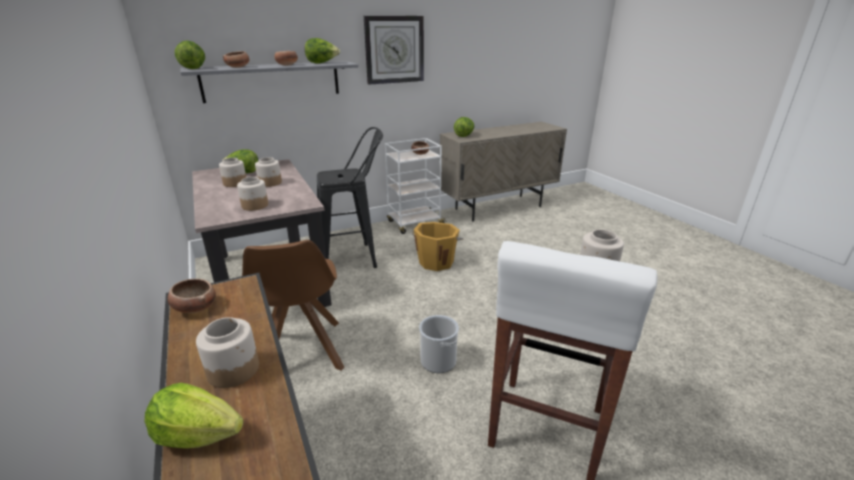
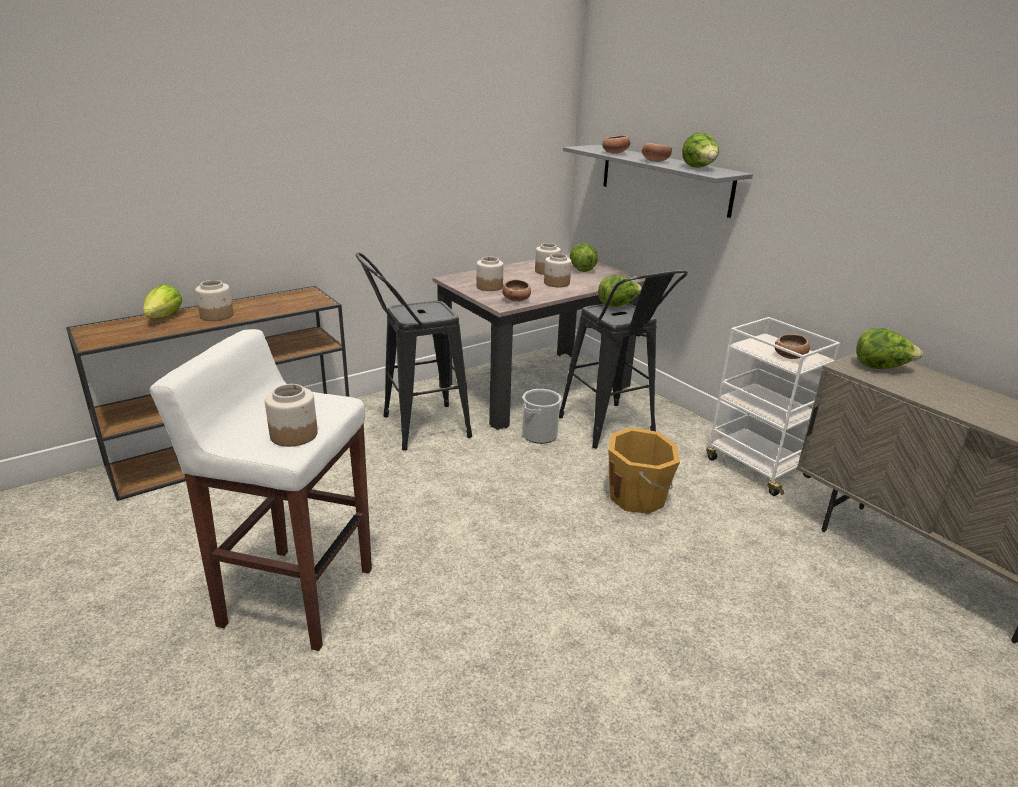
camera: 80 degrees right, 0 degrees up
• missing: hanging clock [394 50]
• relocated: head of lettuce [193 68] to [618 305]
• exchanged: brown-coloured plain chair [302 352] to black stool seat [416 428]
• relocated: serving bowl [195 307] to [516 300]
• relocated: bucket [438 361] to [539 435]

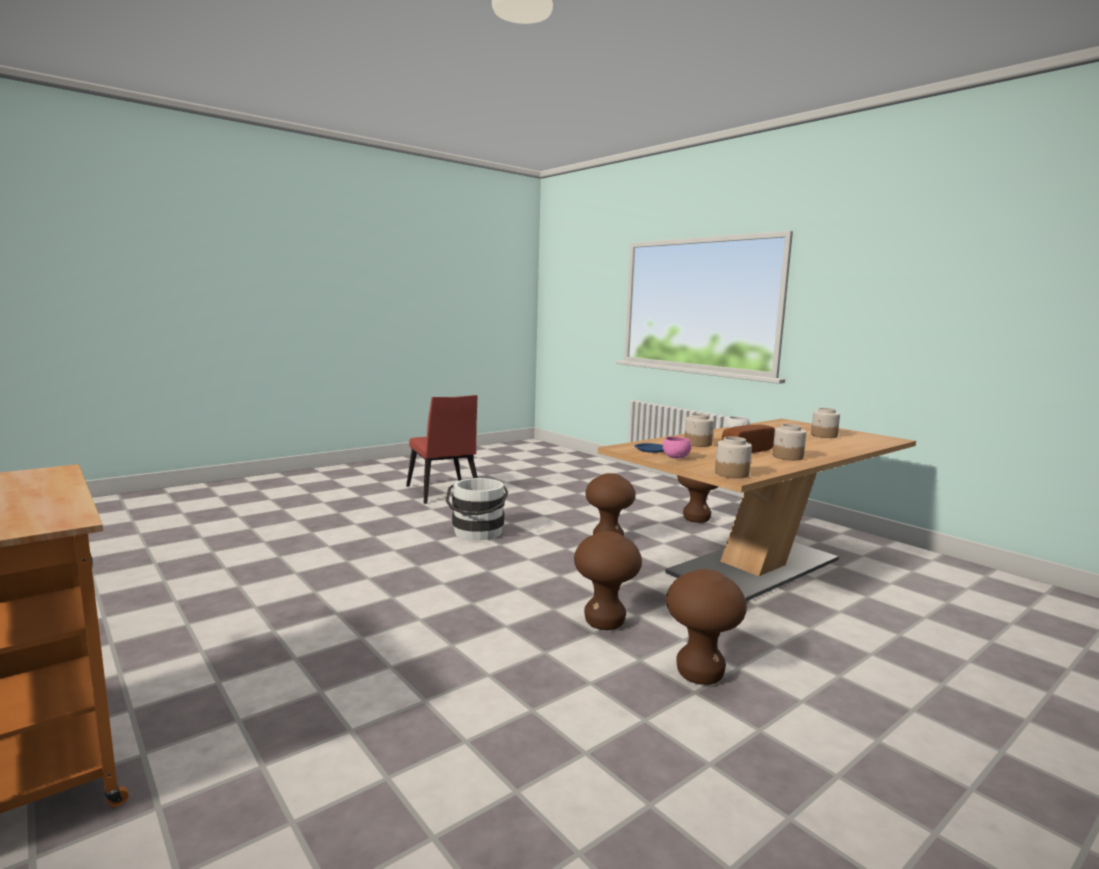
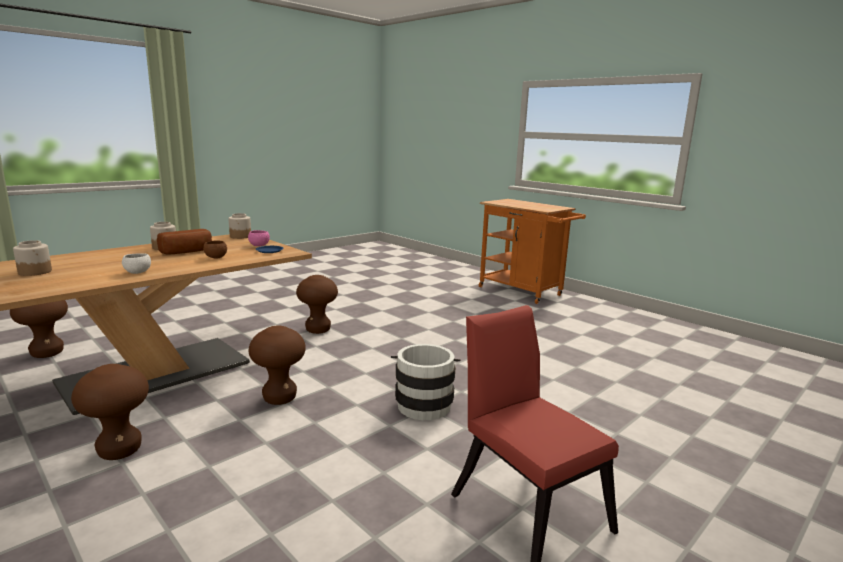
camera: 175 degrees right, 5 degrees up
• exchanged: storage jar [698 444] to brown-coloured serving bowl [216 257]
• relocated: brown-coloured stool seat [699 674] to [47 353]

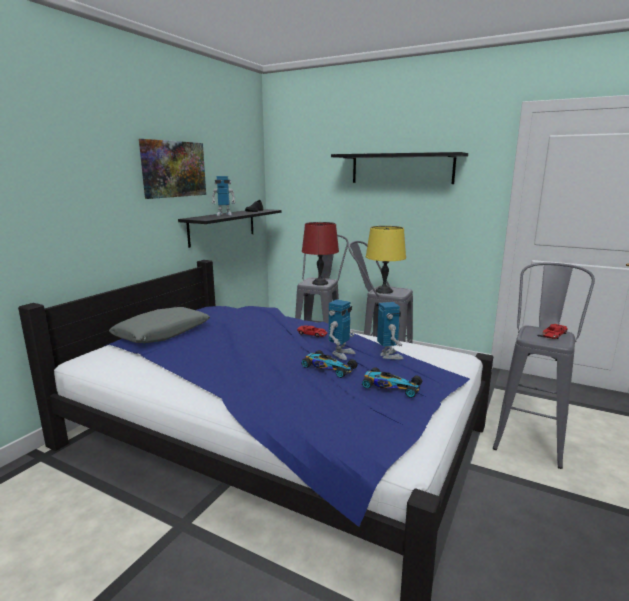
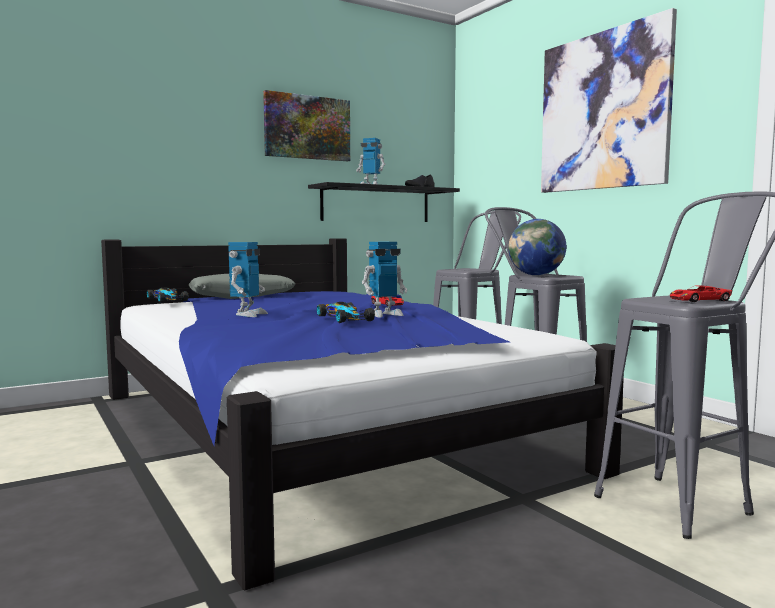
camera: 30 degrees right, 10 degrees down
• exchanged: black wall shelf [401 168] to wall picture [603 111]
• missing: red table lamp [319 283]
• exchanged: yellow-coloured table lamp [384 291] to globe [536 275]
• relocated: robot figure [389 356] to [248 314]
• relocated: toy car [390 386] to [167 299]

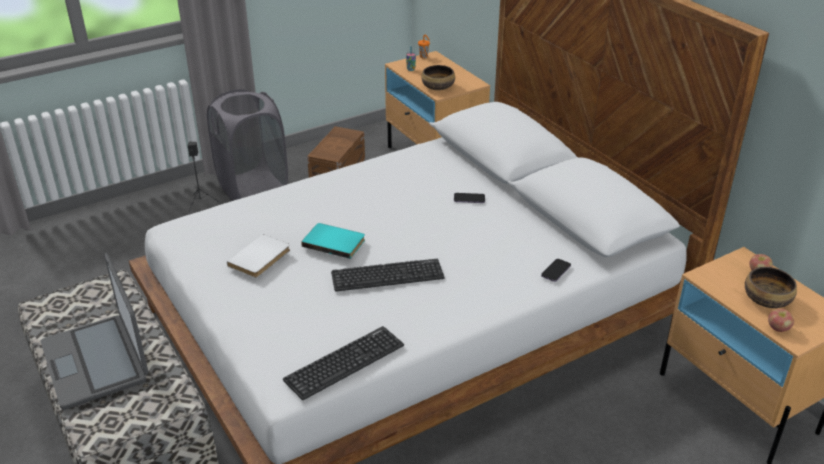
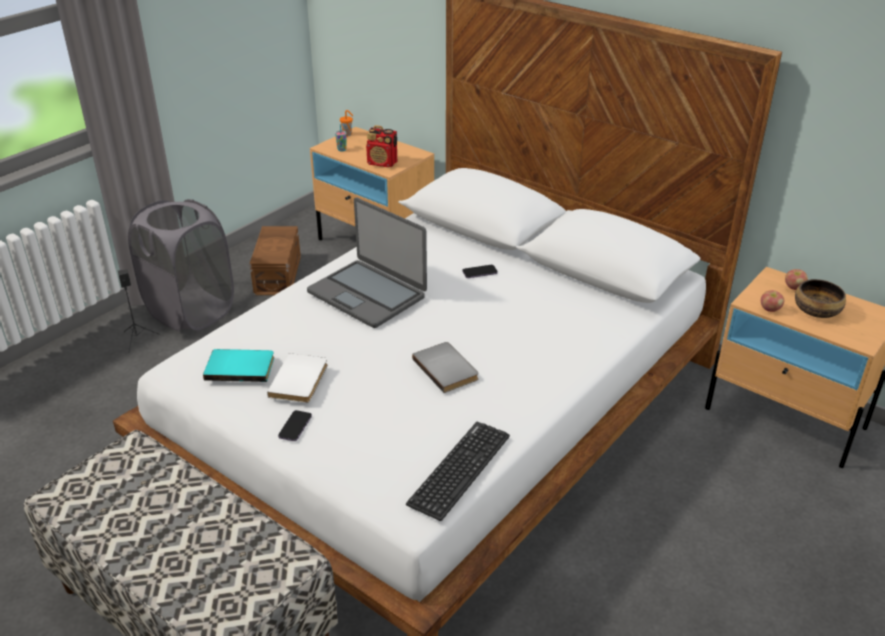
camera: 20 degrees left, 0 degrees up
• exchanged: serving bowl [438 87] to radio [382 163]
• relocated: turquoise volume [334 242] to [240 367]
• relocated: portable computer [96 361] to [367 294]
• exchanged: keyboard [387 276] to grey volume [447 368]
• relocated: telephone [556 271] to [295 427]
• relocated: apple fruit [778 328] to [770 309]

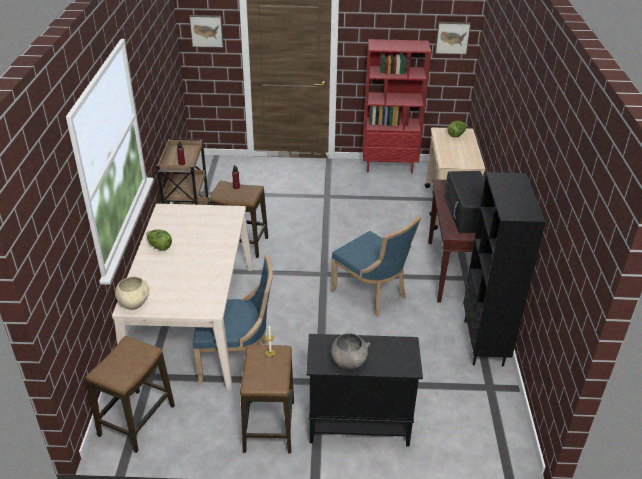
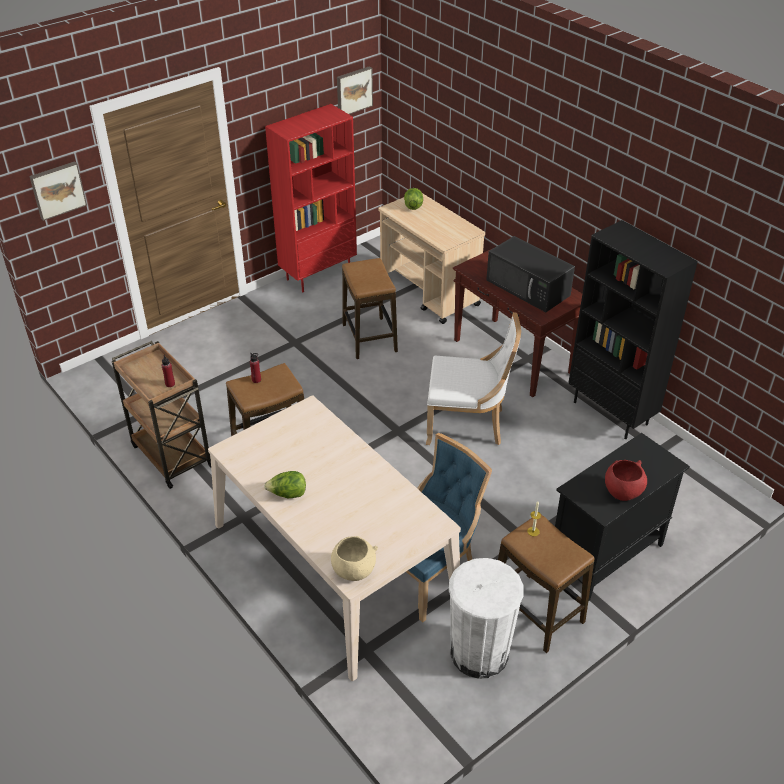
camera: 40 degrees left, 5 degrees up
• colour: blue-coloured plain chair [372 294] to white plain chair [468 424]
• colour: grey serving bowl [348 362] to red serving bowl [622 492]
• relocated: stool seat [137 420] to [369 338]
• appeared: white trash can [479 653]

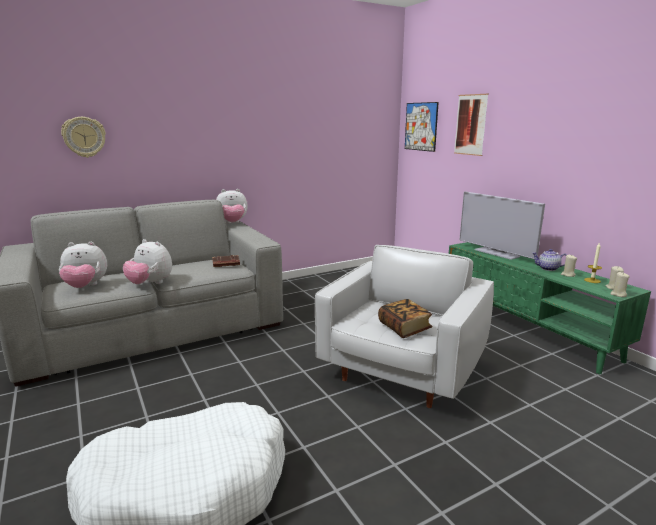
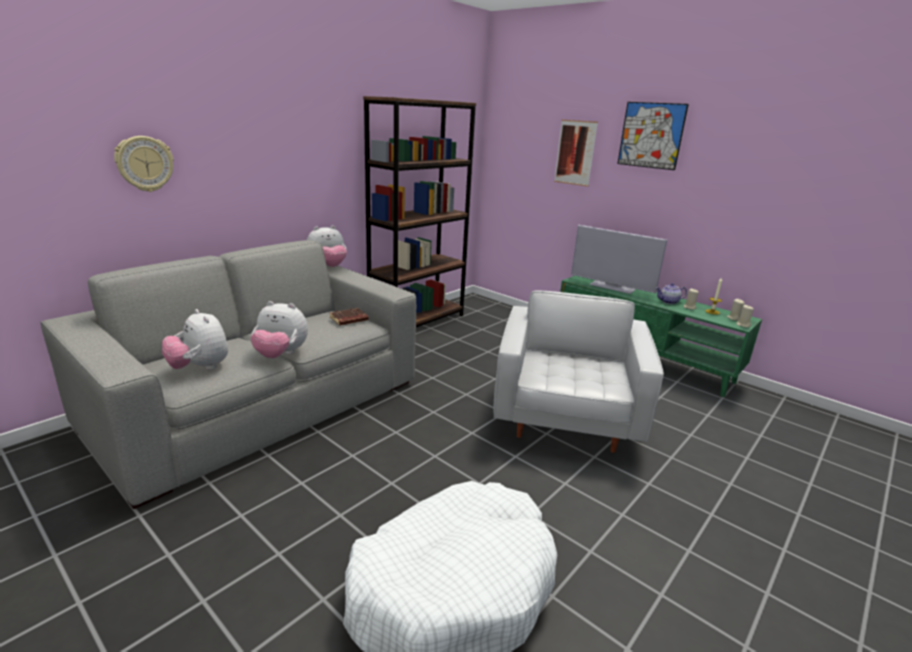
camera: 20 degrees left, 5 degrees up
• relocated: wall picture [421 126] to [651 135]
• spun: soft toy [85 287] = [200 368] 75 degrees clockwise
• missing: volume [404 328]
• appeared: brown-coloured bookcase [417 321]

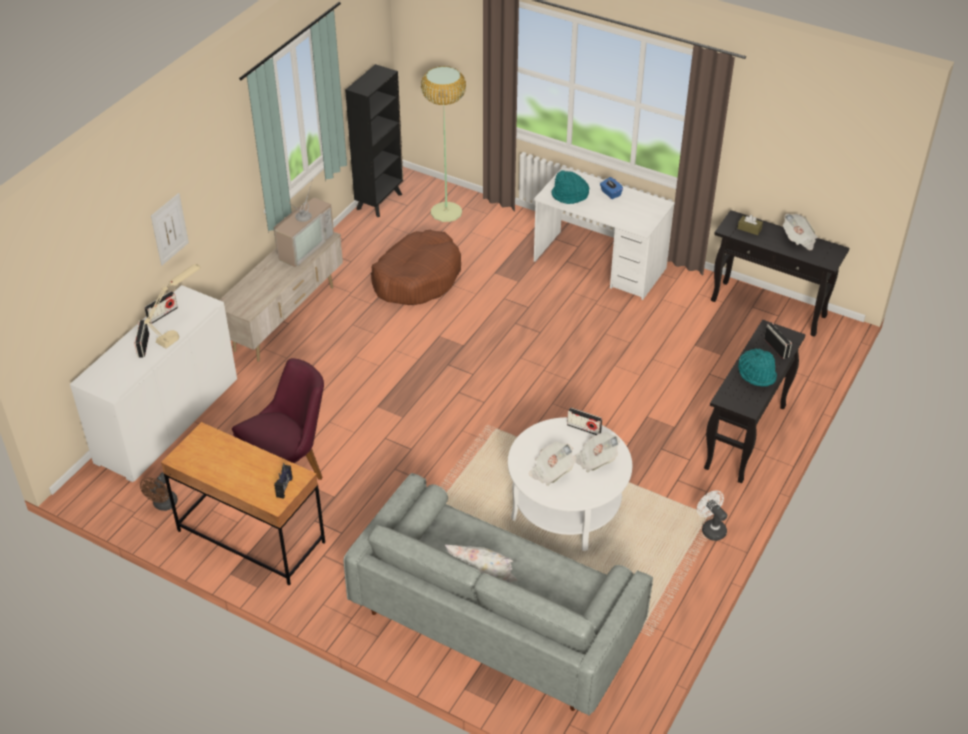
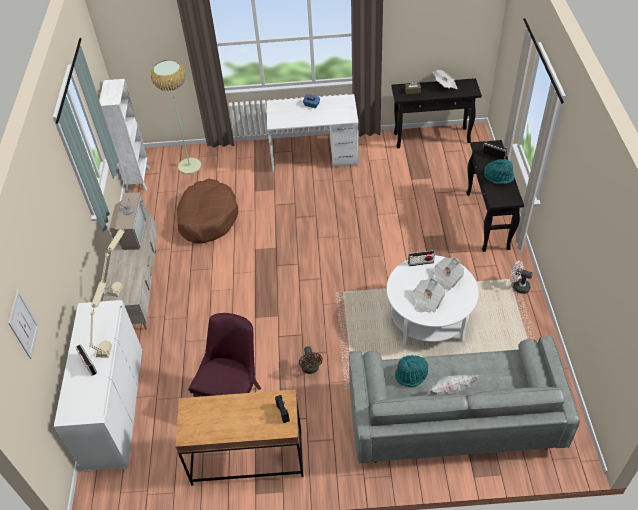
camera: 30 degrees left, 5 degrees up
• colour: black bookcase [380 201] to white bookcase [138 178]
• relocated: turquoise hat [569 196] to [411 374]
• relocated: wall picture [169 229] to [23 324]
• missing: radio [162 314]
• relocated: brown-coloured cooling fan [163 505] to [311 369]
• appeared: sand-coloured table lamp [121 281]

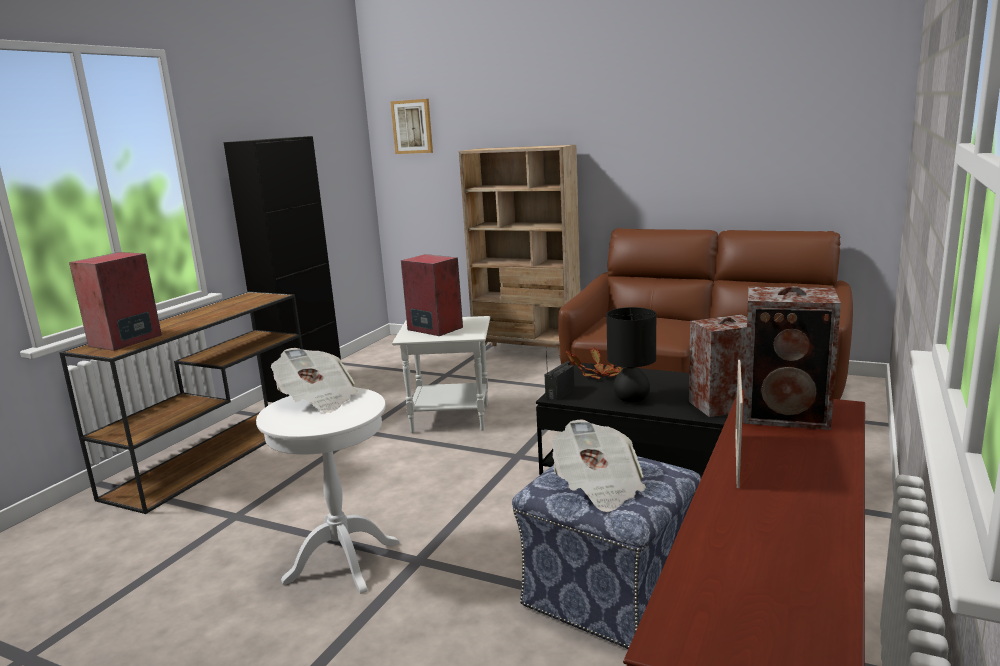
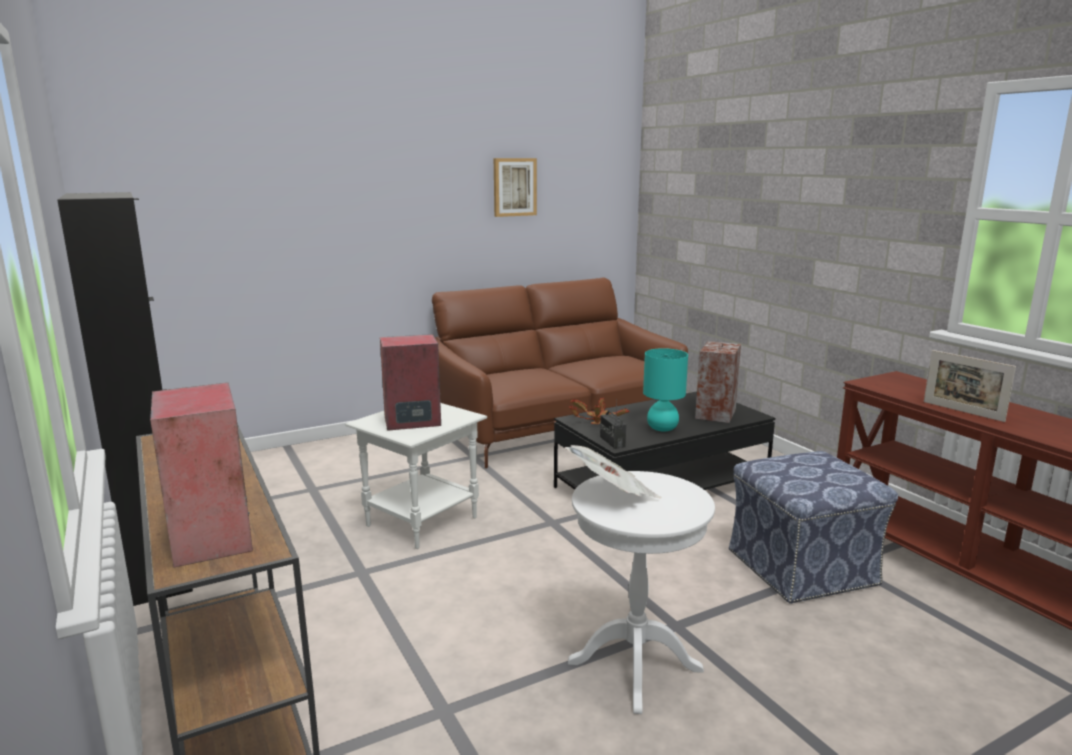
camera: 55 degrees left, 0 degrees up
• relocated: wall picture [412 126] to [514 187]
• missing: sand-coloured bookcase [527 354]
• missing: audio speaker [788 415]
• colour: black table lamp [632 399] to turquoise table lamp [663 428]
• missing: daily paper [598 487]

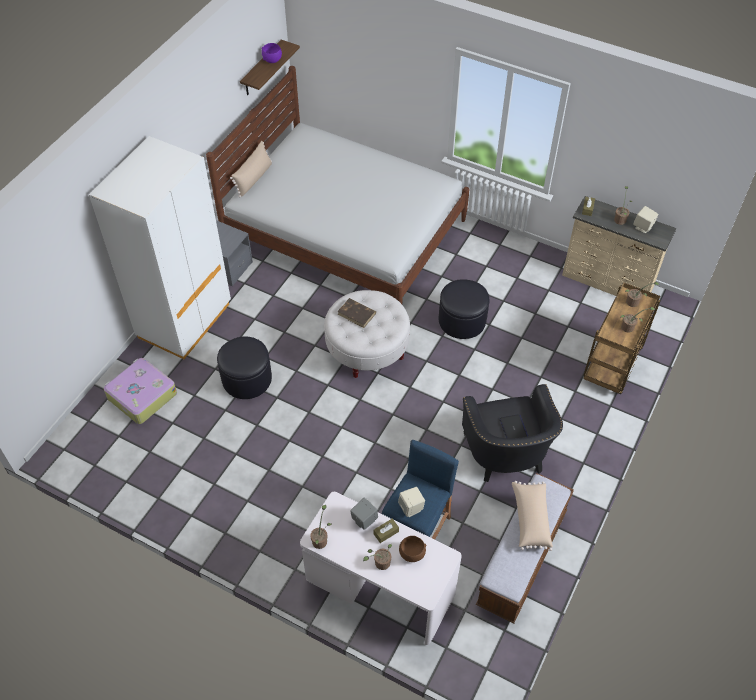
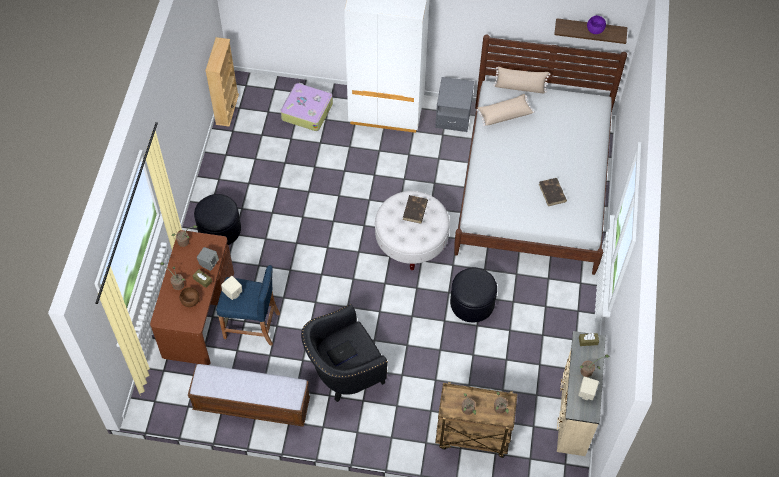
camera: 70 degrees right, 5 degrees up
• relocated: black pouffe [247 379] to [220 229]
• relocated: sand-coloured pillow [530 519] to [504 114]
• colour: white desk unit [379 587] to brown-coloured desk unit [198 314]
• appeared: sand-coloured bookcase [227 109]
• appeared: brown-coloured volume [552 193]

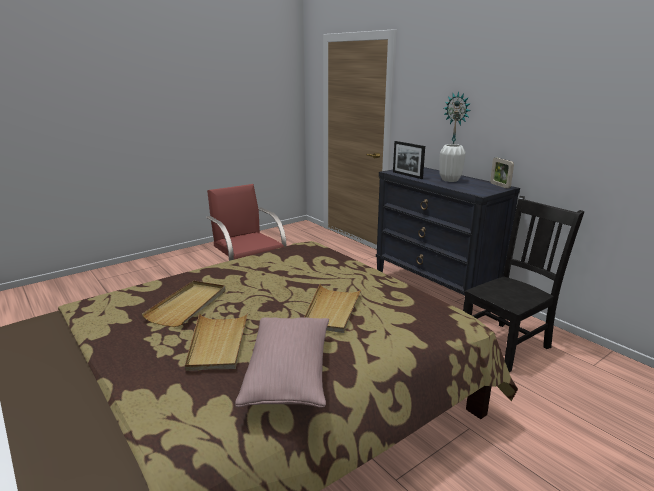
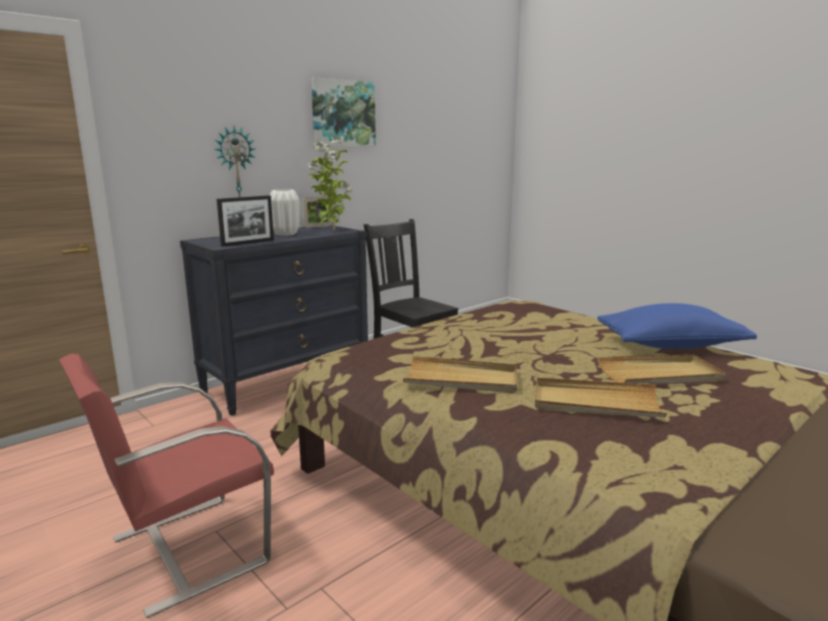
camera: 95 degrees left, 5 degrees down
• relocated: sand-coloured serving tray [332 310] to [461 379]
• colour: pink pillow [289 375] to blue-coloured pillow [670 345]
• appeared: wall picture [343 113]
• appeared: plant in a pot [332 230]

